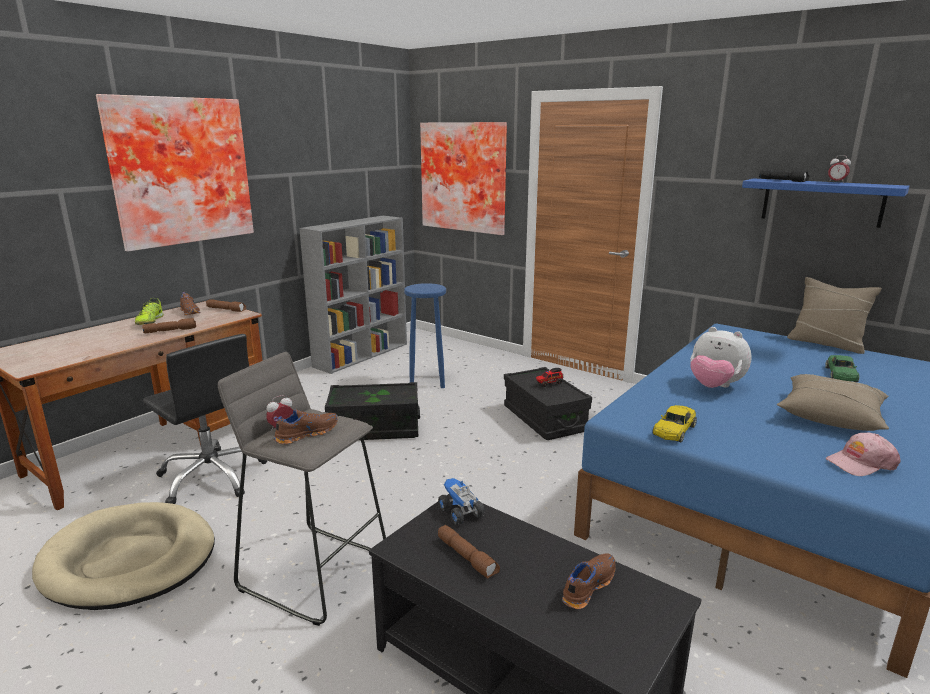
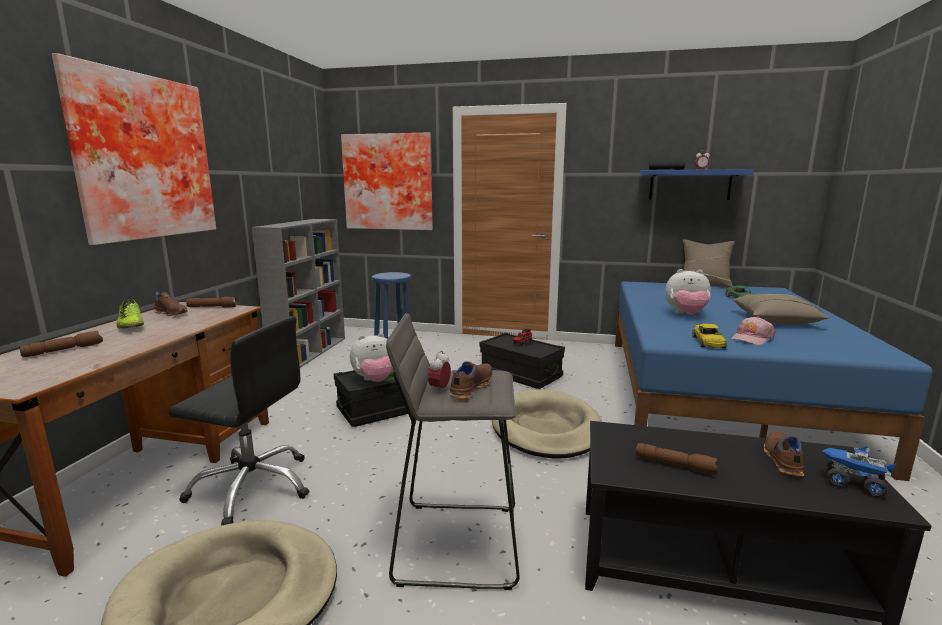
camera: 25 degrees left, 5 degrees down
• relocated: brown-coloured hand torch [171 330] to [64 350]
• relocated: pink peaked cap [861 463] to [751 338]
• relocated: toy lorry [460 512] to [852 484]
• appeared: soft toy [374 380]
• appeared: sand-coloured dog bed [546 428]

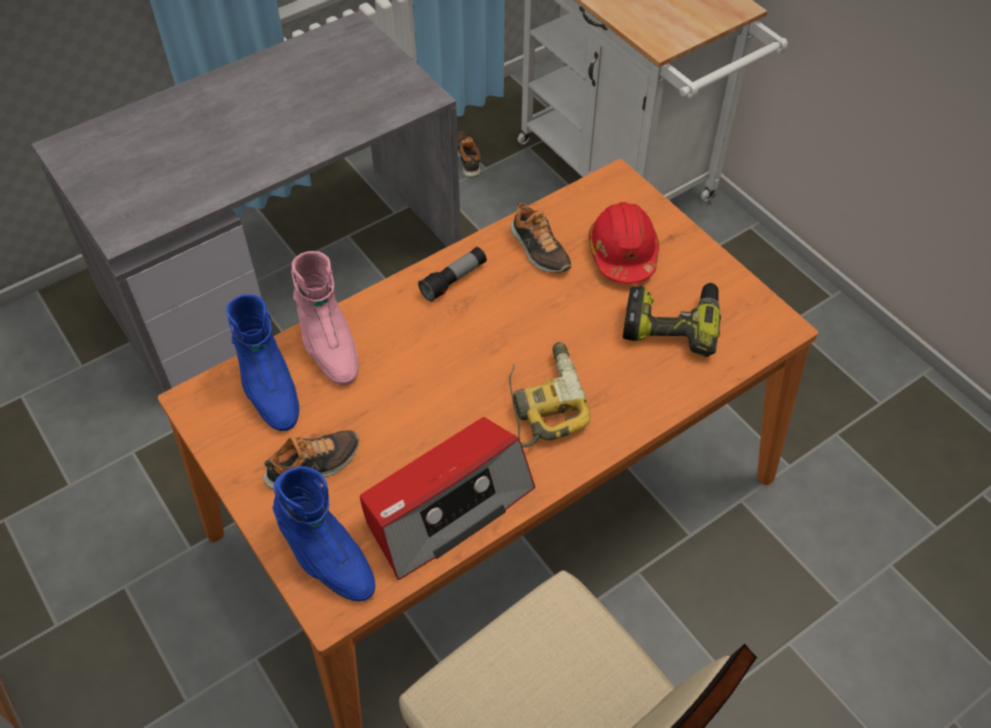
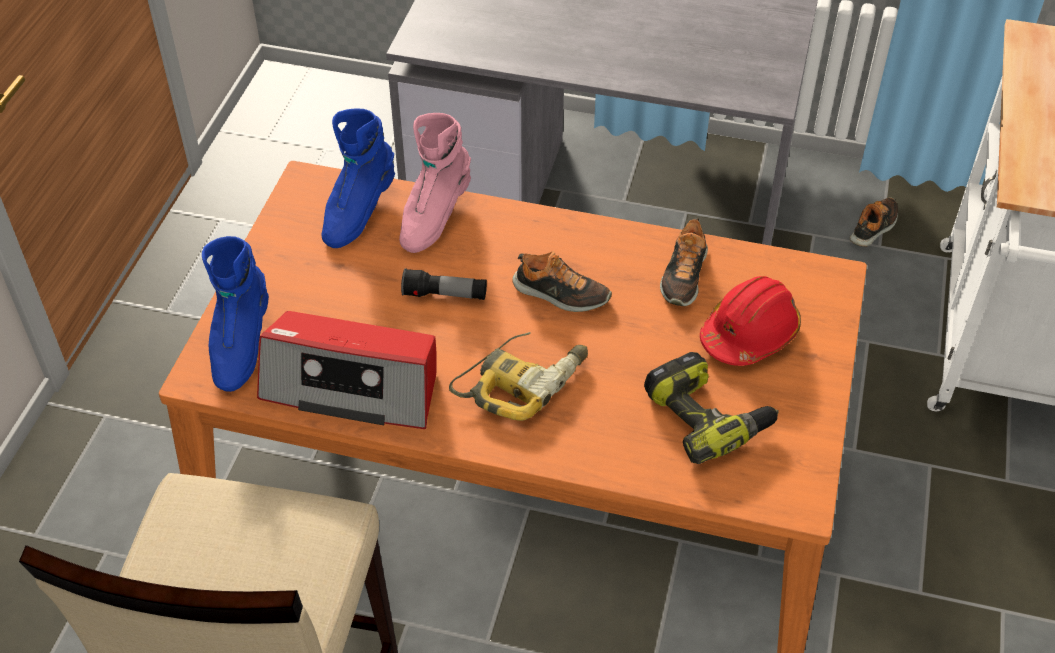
camera: 50 degrees right, 5 degrees down
• relocated: hand torch [454 280] to [445 295]
• relocated: low shoe [314 465] to [560 294]

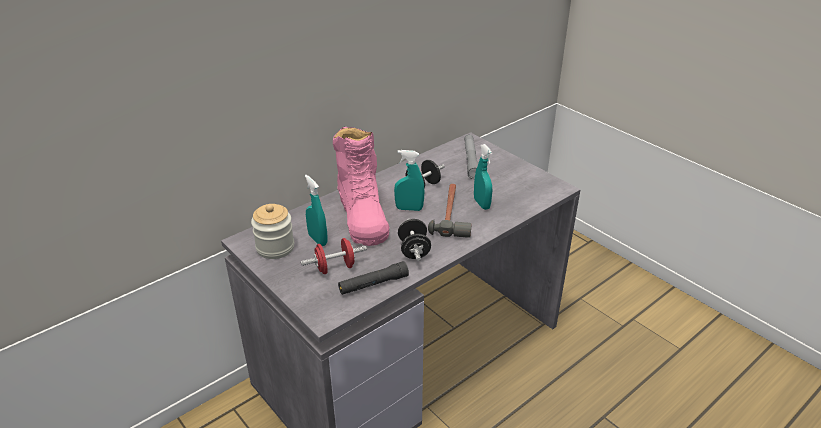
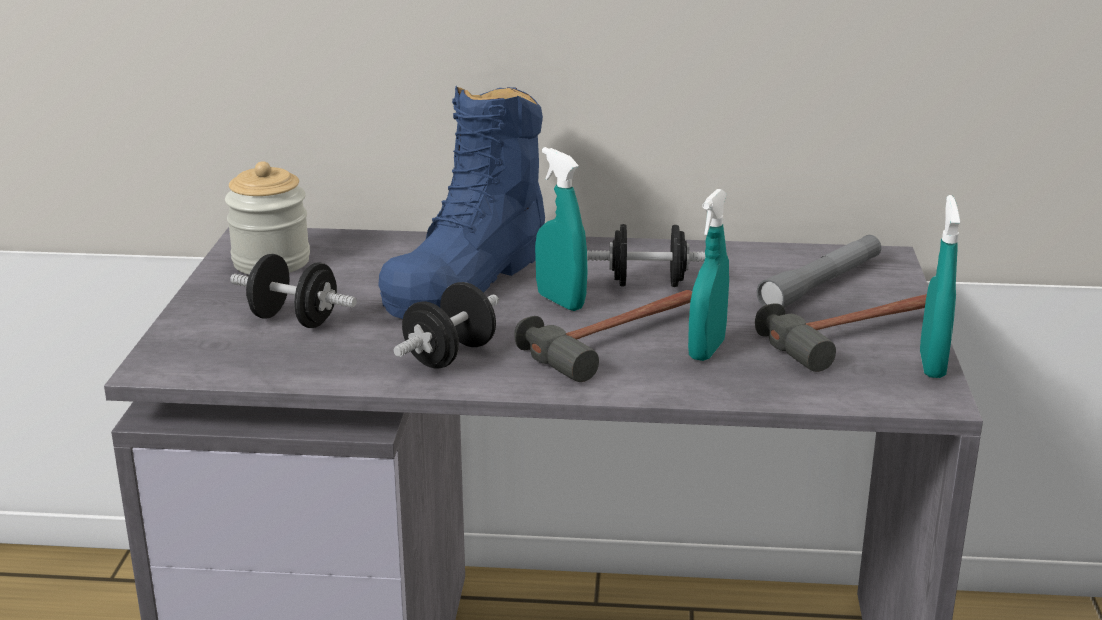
camera: 45 degrees right, 10 degrees down
• colour: pink boot [362 215] to blue-coloured boot [468 278]
• relocated: turquoise hand sprayer [317 240] to [932 365]
• colour: red free weight [335 268] to black free weight [294 320]
• missing: black hand torch [373 284]
• appeared: hand hammer [859 335]

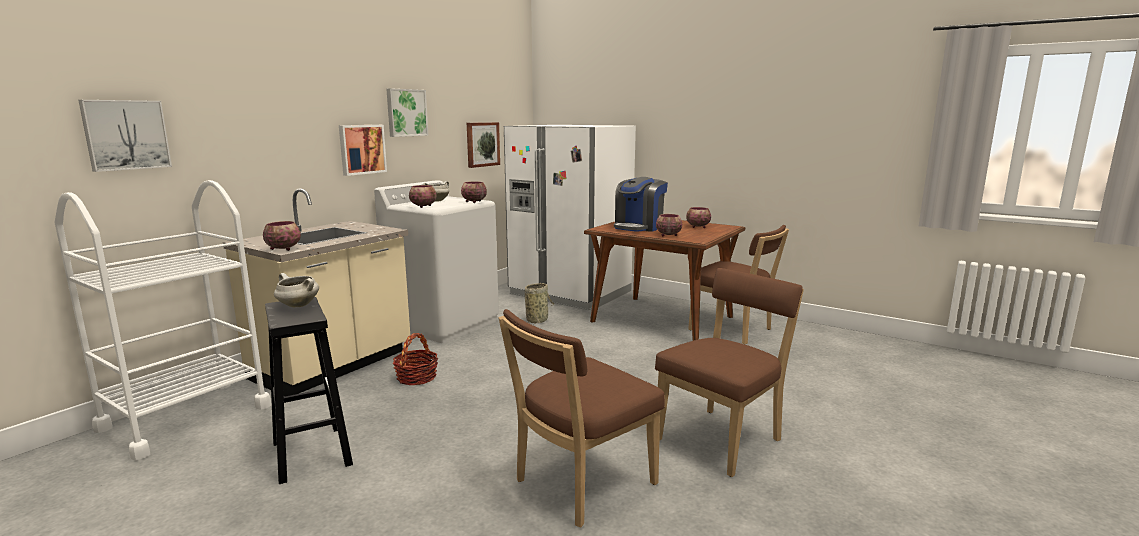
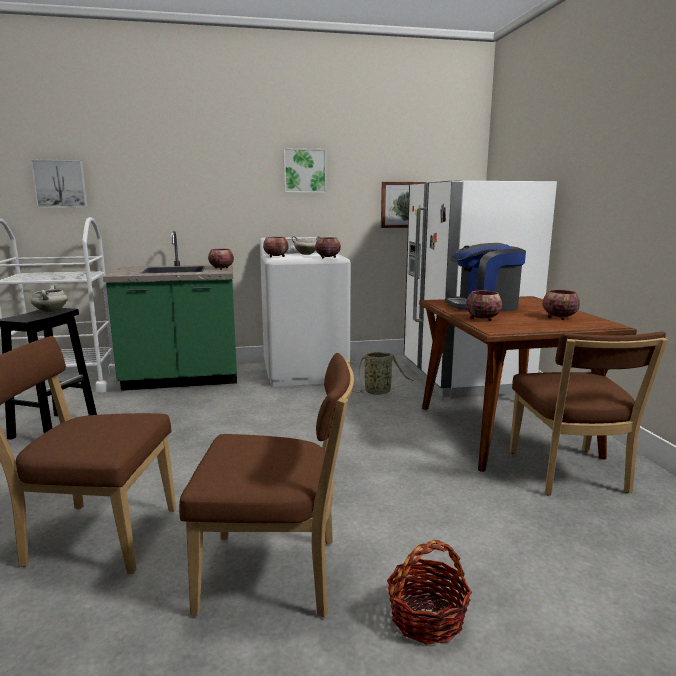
camera: 45 degrees right, 0 degrees up
• missing: wall picture [361 149]
• colour: sand-coloured kitchen counter [334 366] to green kitchen counter [182 379]
• relocated: serving bowl [283 249] to [222 268]
• relocated: basket [416 377] to [427 617]

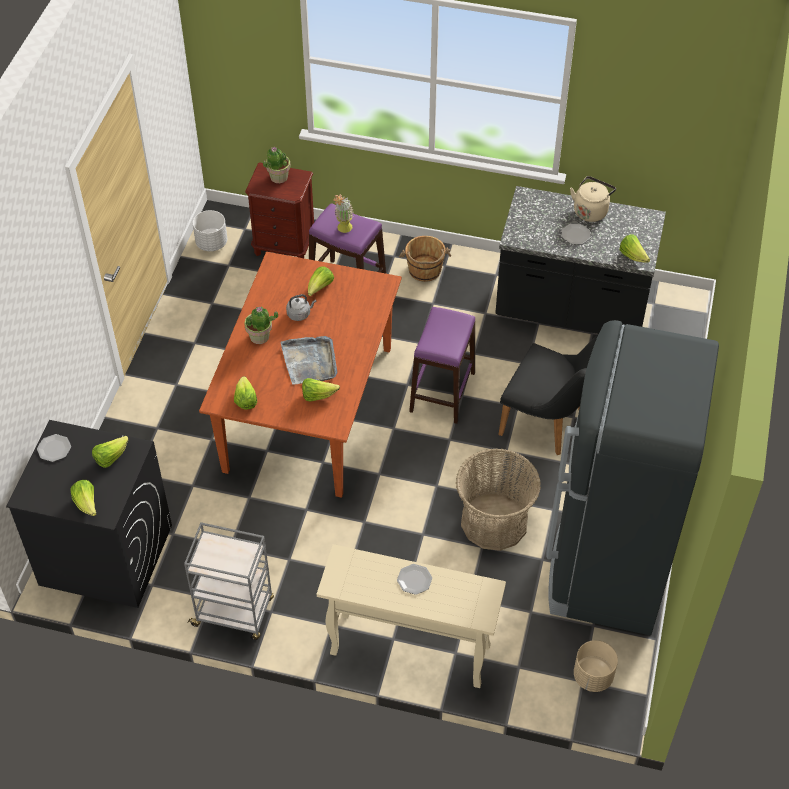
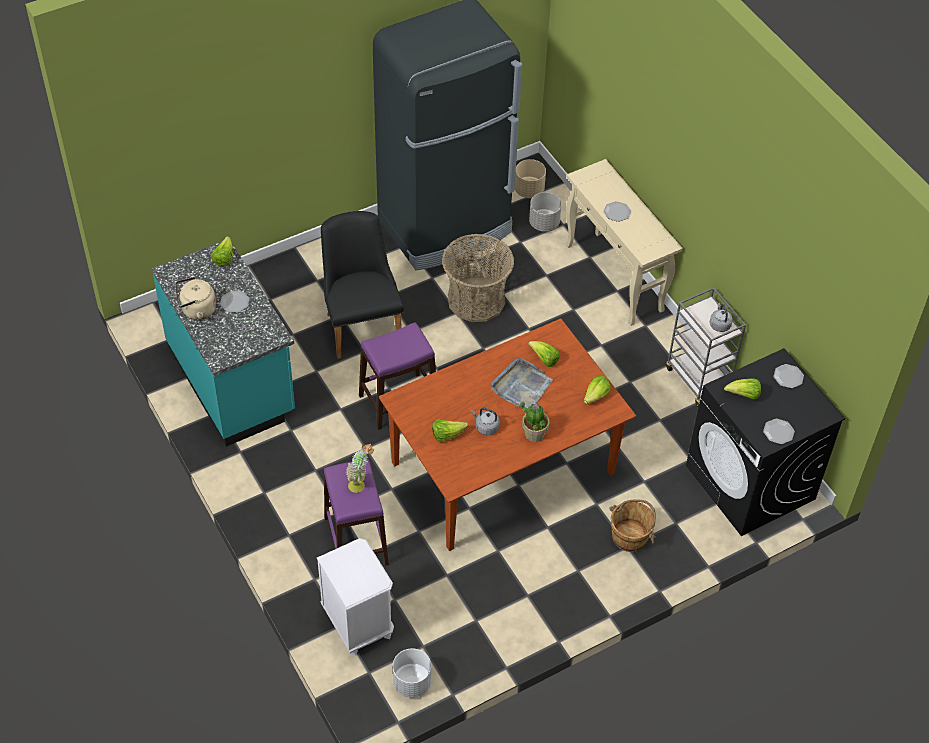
camera: 135 degrees left, 0 degrees up
• missing: plant in a pot [278 177]
• colour: brown-coloured bedside table [284 246] to white bedside table [358 624]
• colour: black kitchen counter [571 311] to turquoise kitchen counter [232 380]
• relocated: brown-coloured bucket [424 270] to [630 536]
• exchanged: head of lettuce [87 504] to flat dish [788 377]
• appeared: grey flower pot [543 223]
• appeared: grey tea kettle [719 324]

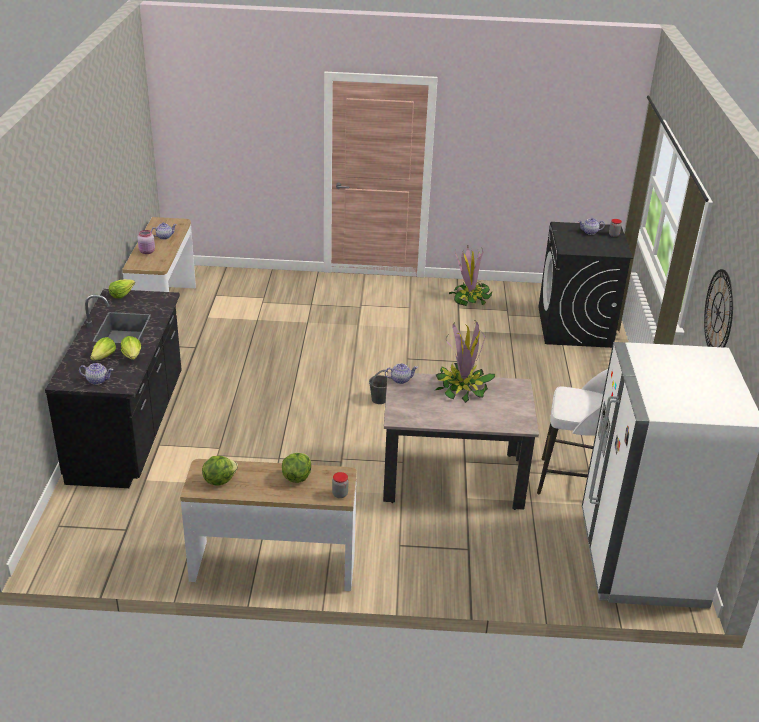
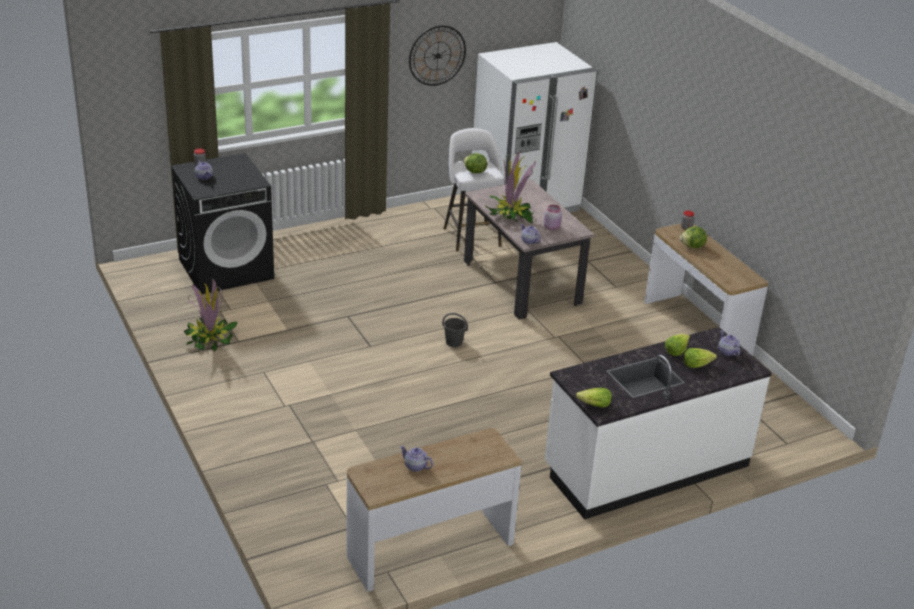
camera: 120 degrees left, 0 degrees up
• relocated: pink storage jar [147 252] to [552 227]
• colour: black kitchen counter [129 428] to white kitchen counter [645 466]
• relocated: head of lettuce [219 480] to [474 172]

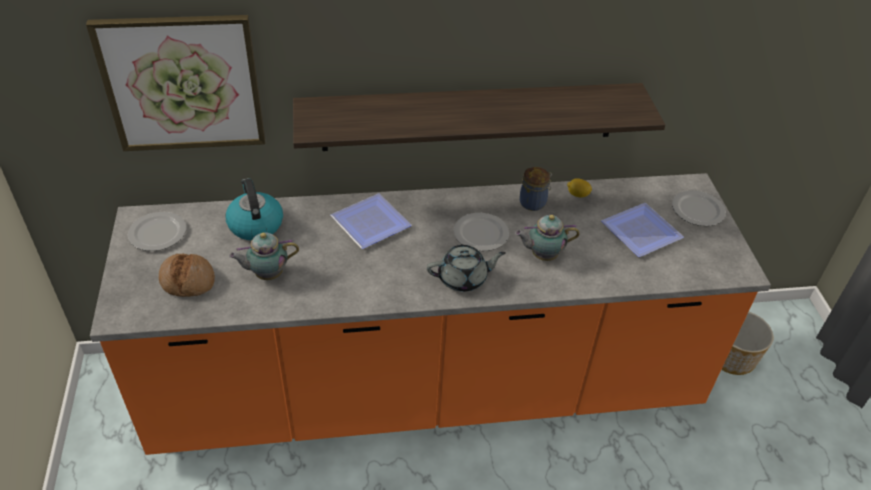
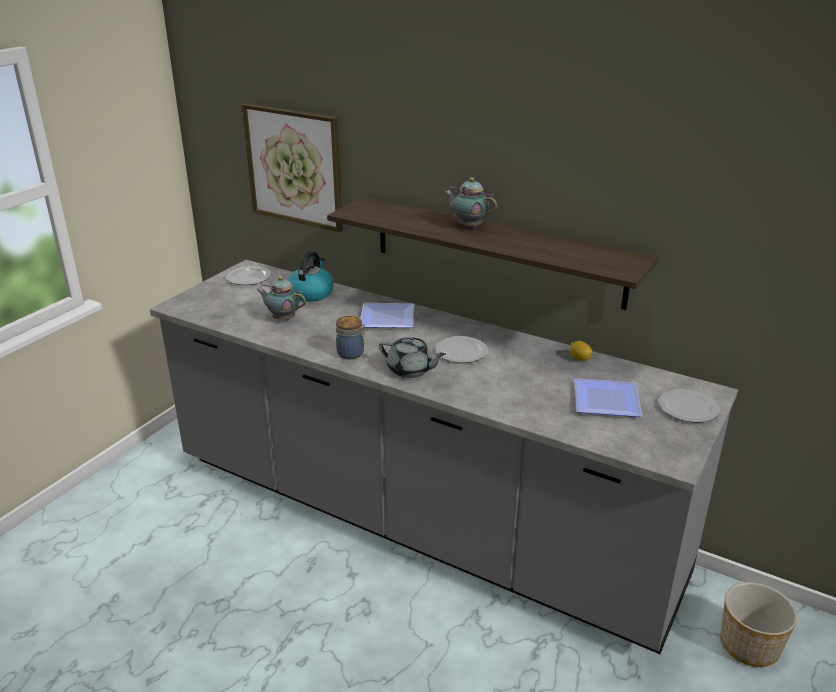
camera: 40 degrees right, 15 degrees down
• relocated: storage jar [533 202] to [351 354]
• colour: orange-coloured kitchen counter [428 389] to grey kitchen counter [418 518]
• relocated: tea pot [542 255] to [468 226]
• missing: baked bread [188 280]

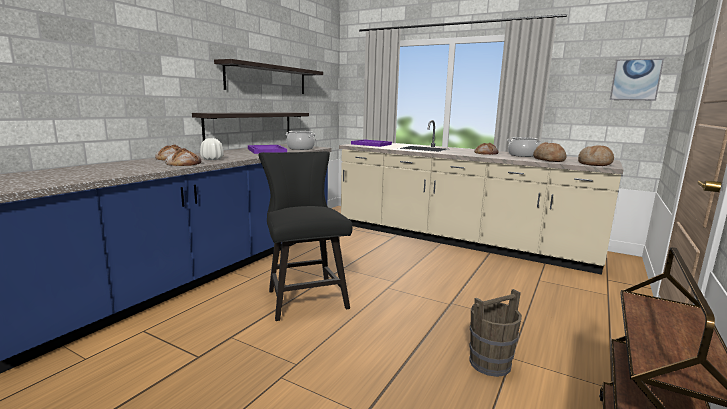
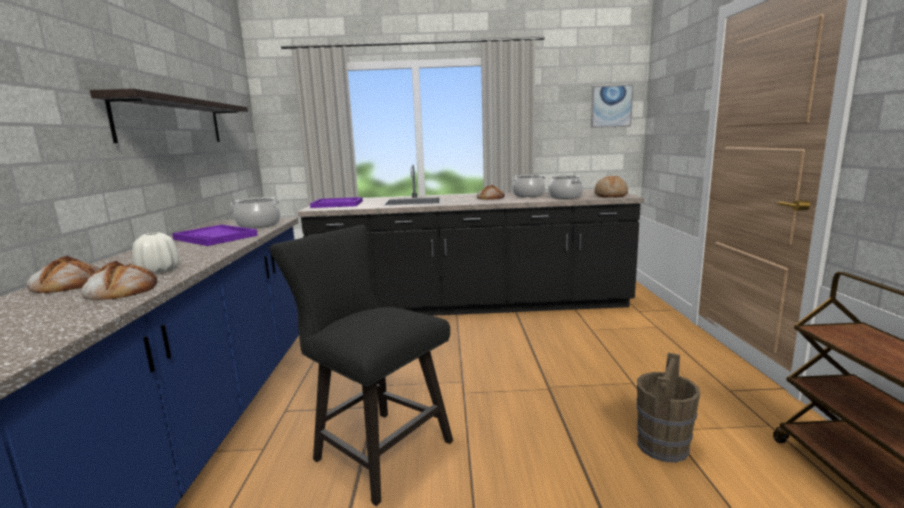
camera: 30 degrees left, 0 degrees up
• missing: wall shelf [250 125]
• colour: sand-coloured kitchen counter [459 240] to black kitchen counter [472 305]
• exchanged: baked bread [549 160] to stockpot [565 197]

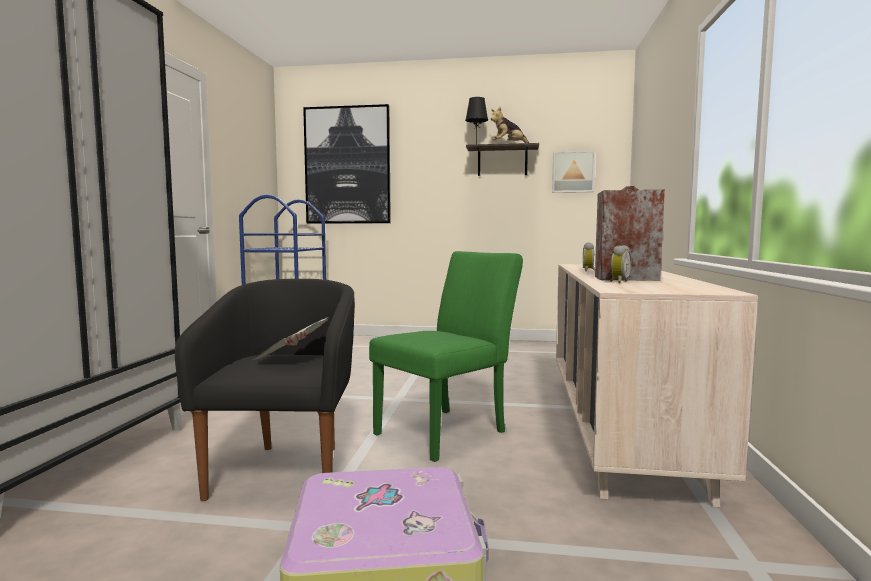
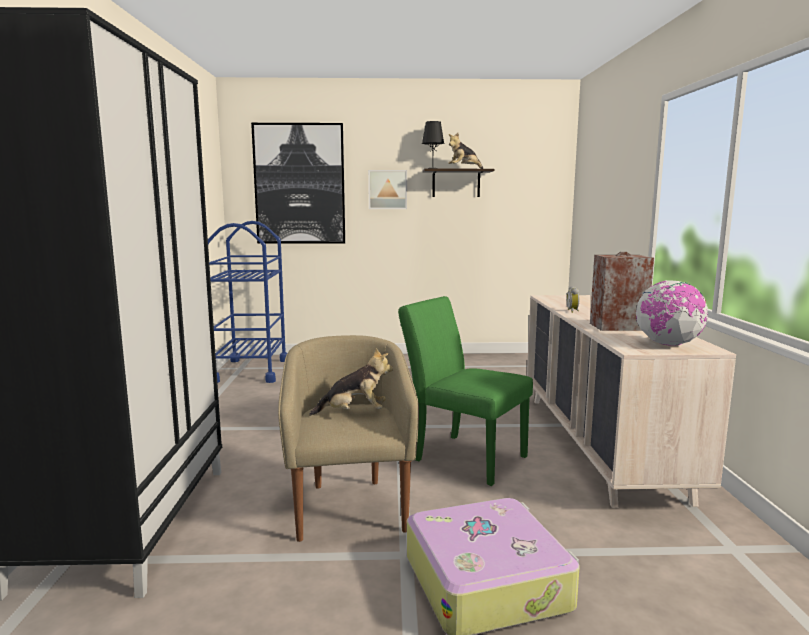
camera: 10 degrees left, 5 degrees up
• relocated: wall picture [573 172] to [387 189]
• missing: table clock [618 282]
• spun: green plain chair [448 430] = [463 456] 90 degrees counterclockwise
• colour: black armchair [285 470] to sand-coloured armchair [349 507]
• exchanged: daily paper [291 360] to soft toy [354 413]
• appeared: globe [668 344]

